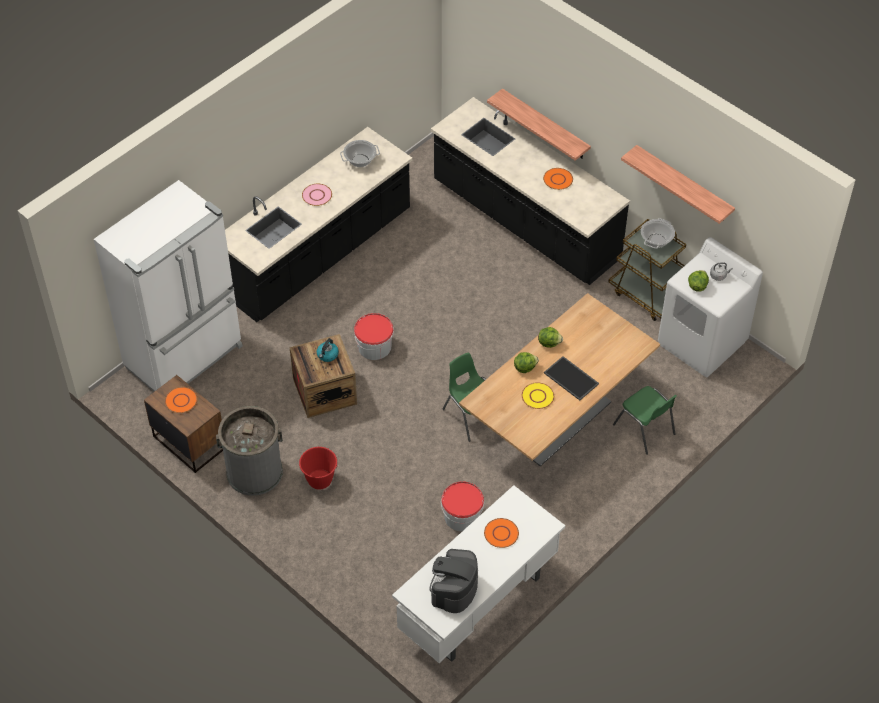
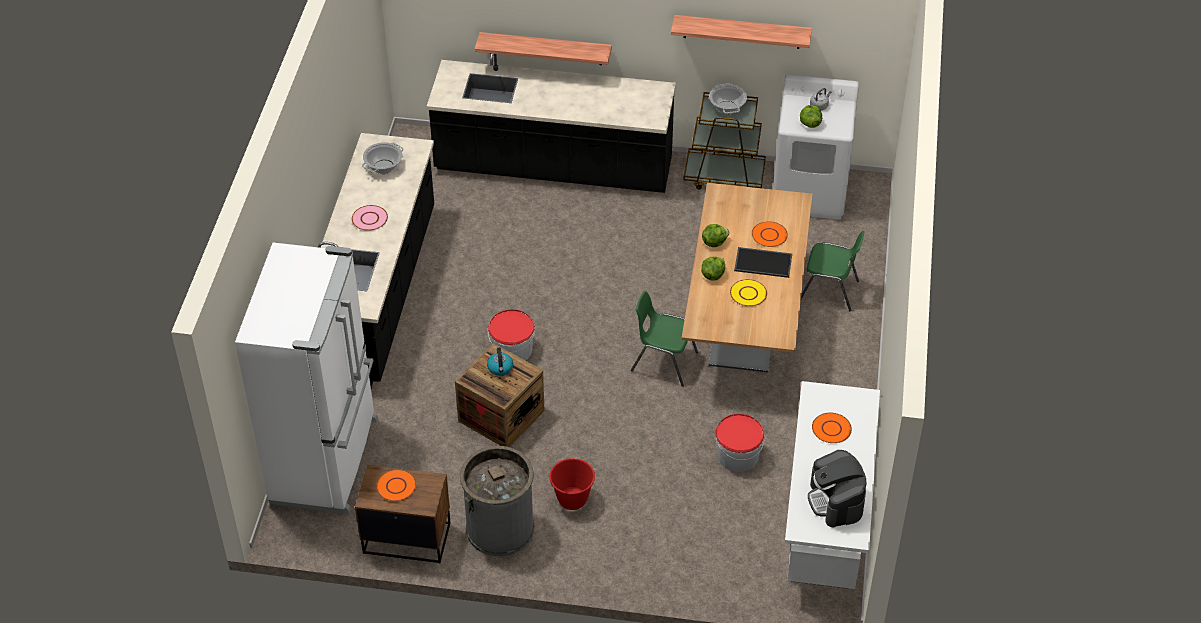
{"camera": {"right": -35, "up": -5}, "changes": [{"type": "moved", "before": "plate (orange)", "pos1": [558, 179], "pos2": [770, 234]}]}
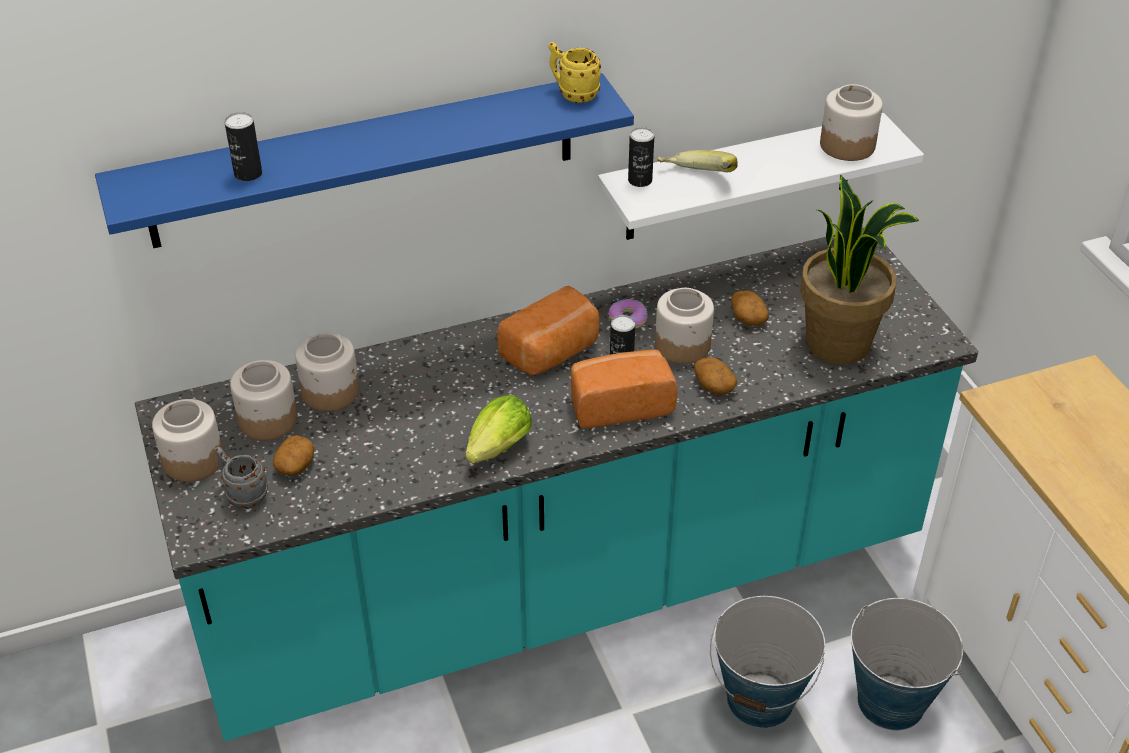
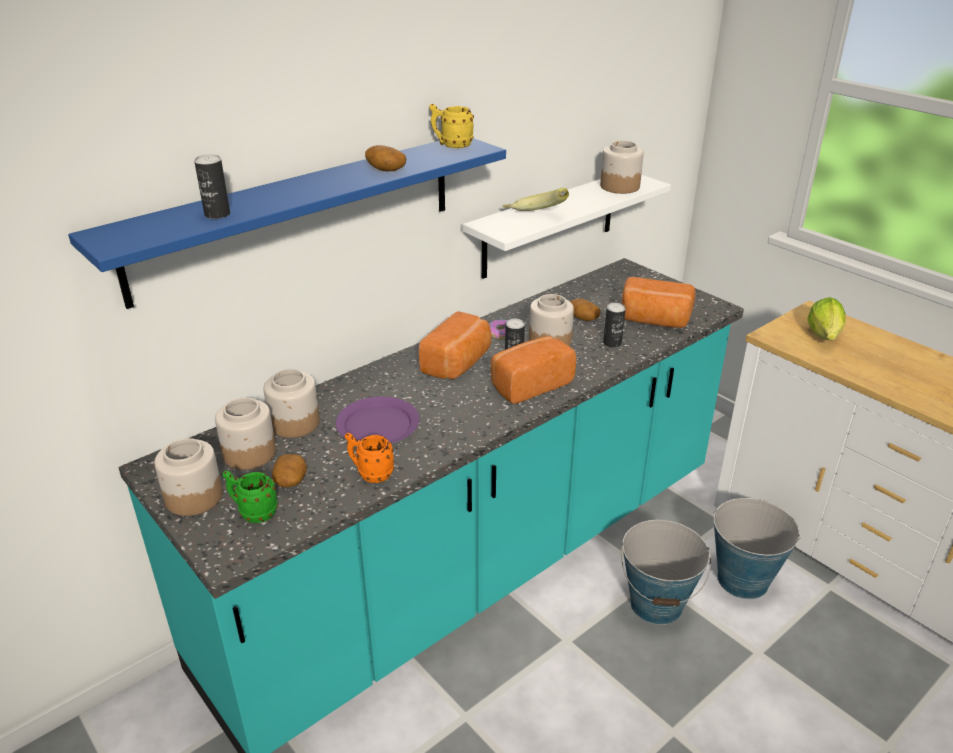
{"camera": {"right": -20, "up": -10}, "changes": [{"type": "recoloured", "before": "mug (grey)", "after": "mug (green)", "pos1": [241, 478], "pos2": [250, 497]}, {"type": "added", "after": "plate (purple)", "pos2": [378, 420]}, {"type": "added", "after": "mug (orange)", "pos2": [369, 458]}, {"type": "moved", "before": "potato", "pos1": [715, 376], "pos2": [385, 158]}, {"type": "moved", "before": "can", "pos1": [641, 157], "pos2": [614, 325]}, {"type": "replaced", "before": "potted plant", "after": "bread", "pos1": [859, 270], "pos2": [658, 302]}, {"type": "moved", "before": "lettuce", "pos1": [498, 429], "pos2": [826, 318]}]}
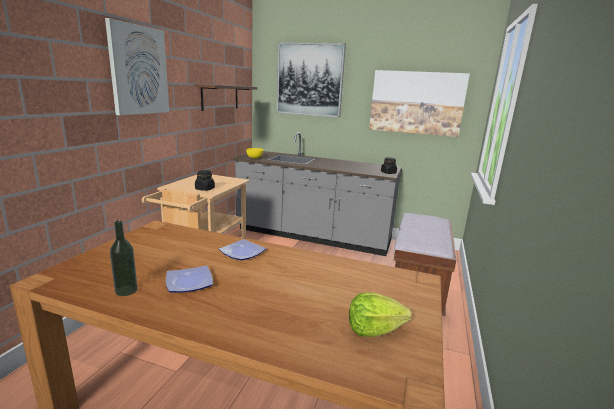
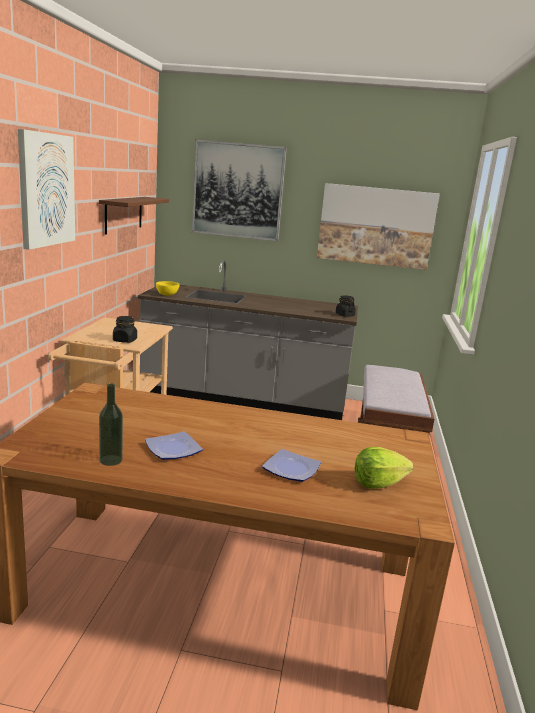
{"camera": {"right": -10, "up": 0}, "changes": [{"type": "moved", "before": "plate", "pos1": [242, 249], "pos2": [292, 465]}]}
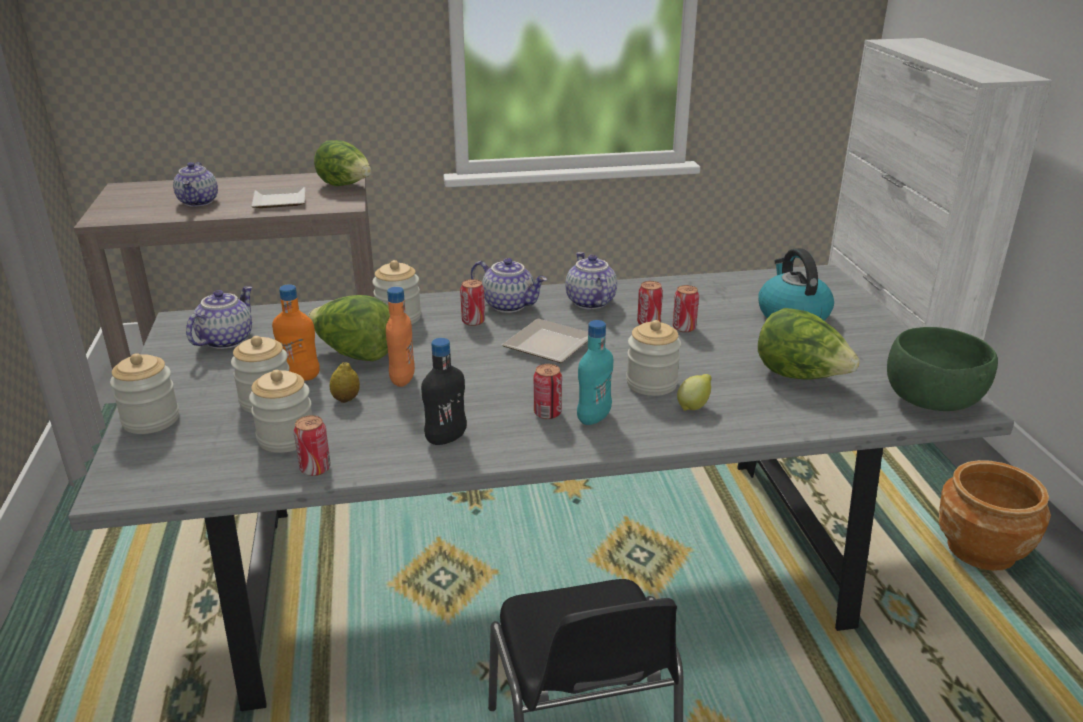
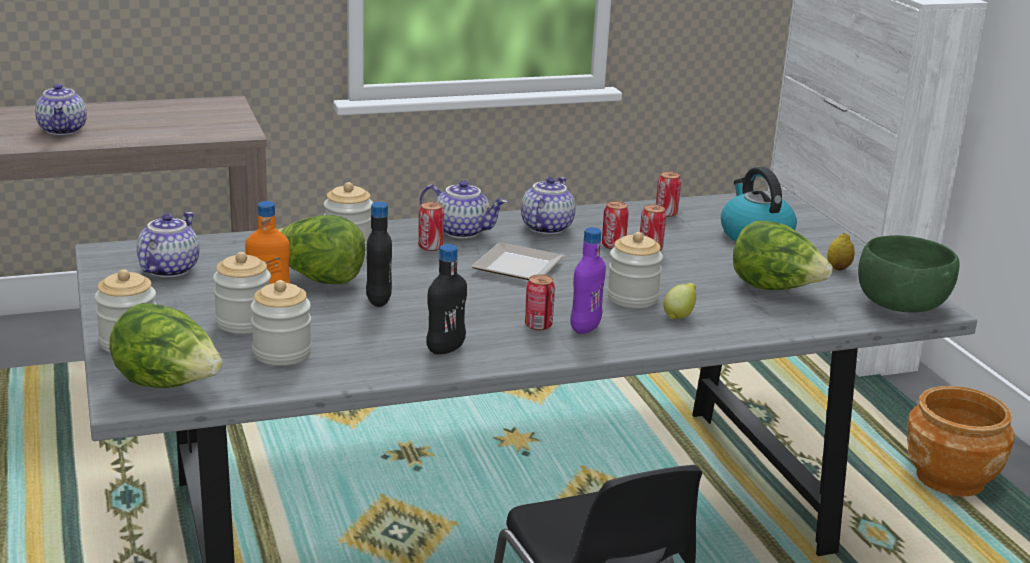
{"camera": {"right": -10, "up": -5}, "changes": [{"type": "moved", "before": "lettuce", "pos1": [343, 163], "pos2": [166, 345]}, {"type": "recoloured", "before": "bottle (orange)", "after": "bottle (black)", "pos1": [400, 337], "pos2": [379, 254]}, {"type": "turned", "before": "teapot", "pos1": [591, 280], "pos2": [548, 205], "turn": 45}, {"type": "recoloured", "before": "bottle (turquoise)", "after": "bottle (purple)", "pos1": [595, 372], "pos2": [588, 280]}, {"type": "moved", "before": "can", "pos1": [312, 445], "pos2": [668, 194]}, {"type": "moved", "before": "lemon", "pos1": [345, 382], "pos2": [841, 252]}, {"type": "removed", "before": "plate", "pos1": [278, 197]}]}
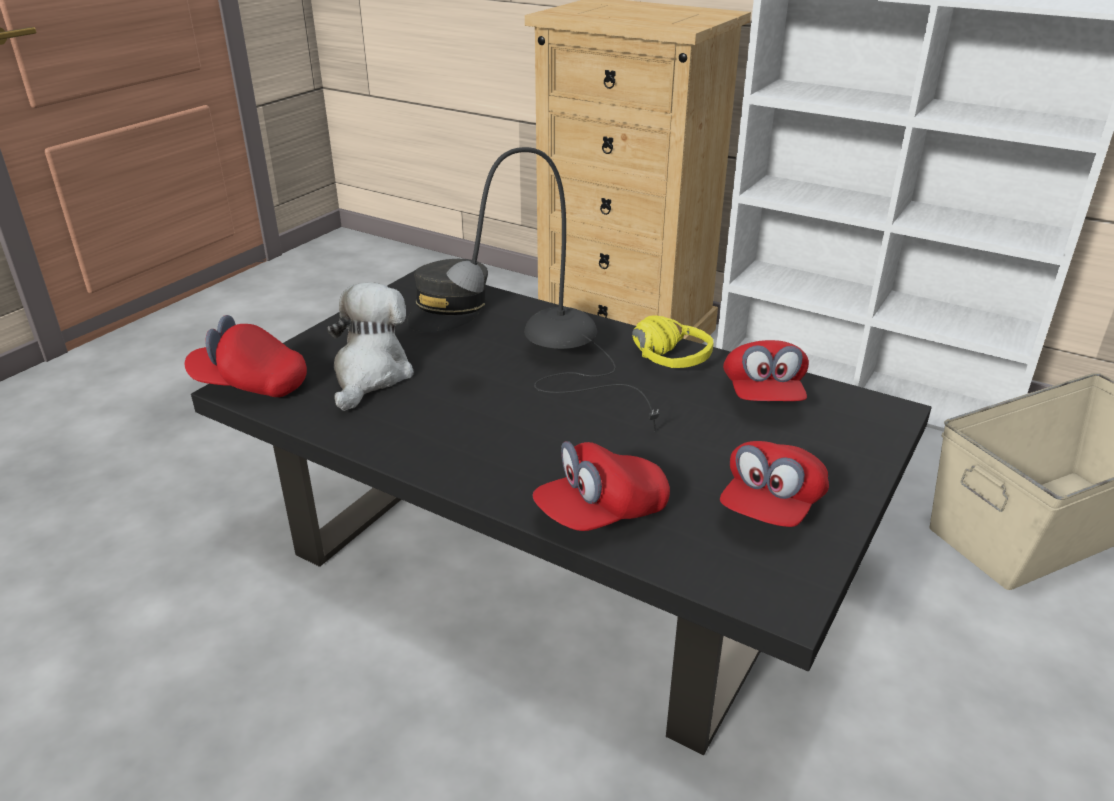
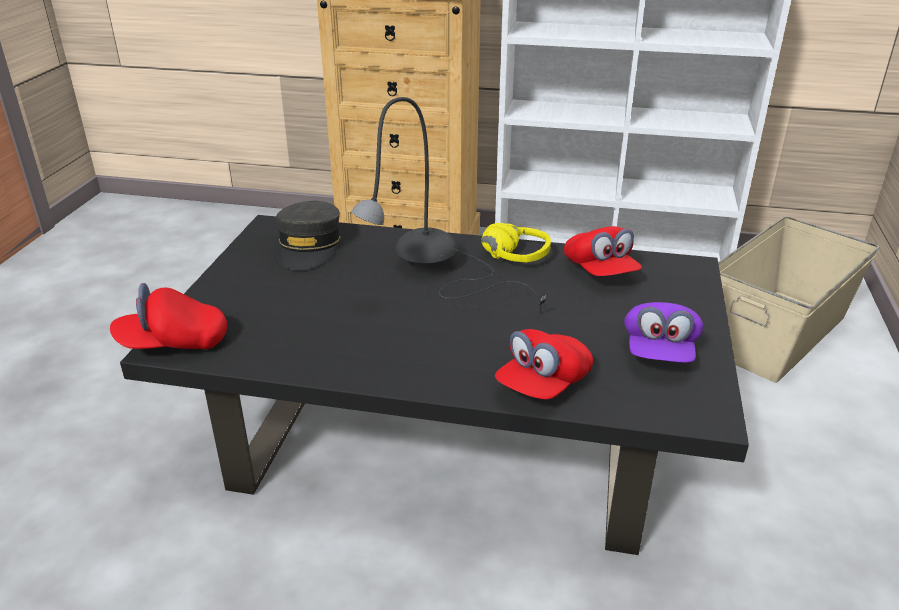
{"camera": {"right": -20, "up": 0}, "changes": [{"type": "recoloured", "before": "cap (red)", "after": "cap (purple)", "pos1": [774, 484], "pos2": [663, 332]}, {"type": "removed", "before": "plush toy", "pos1": [370, 346]}]}
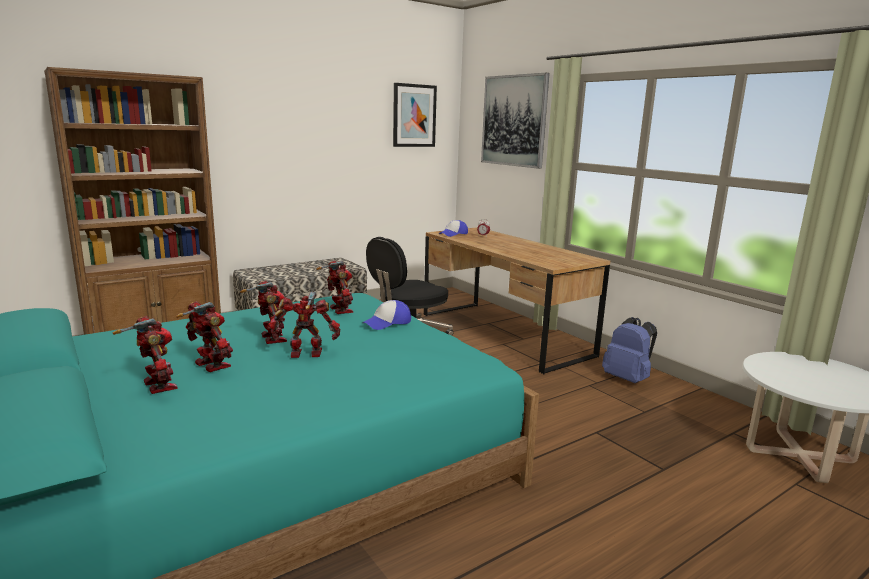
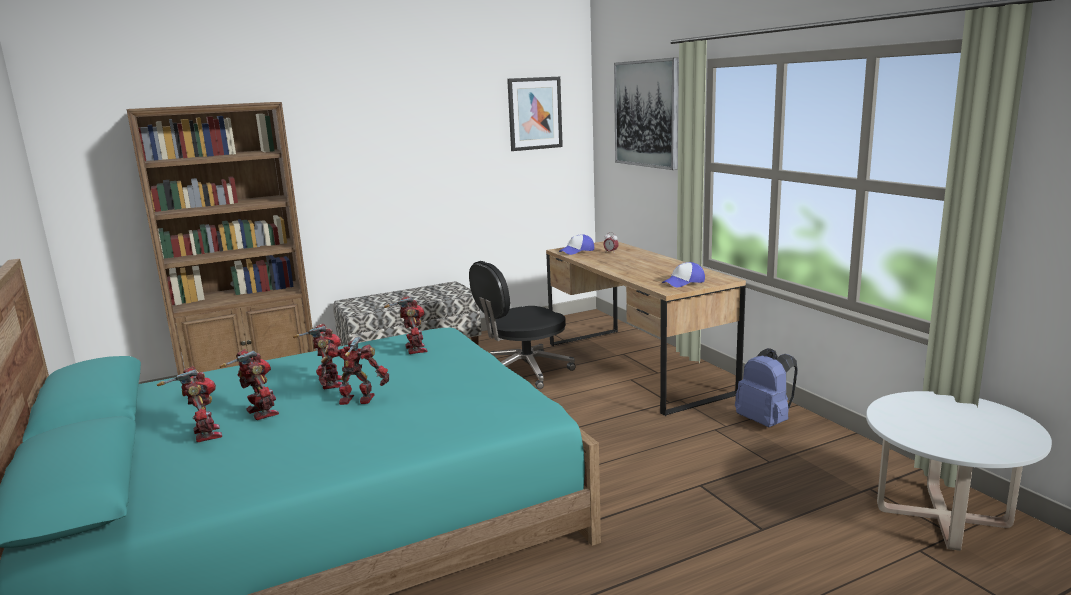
{"camera": {"right": 10, "up": 0}, "changes": [{"type": "moved", "before": "cap", "pos1": [386, 315], "pos2": [683, 274]}]}
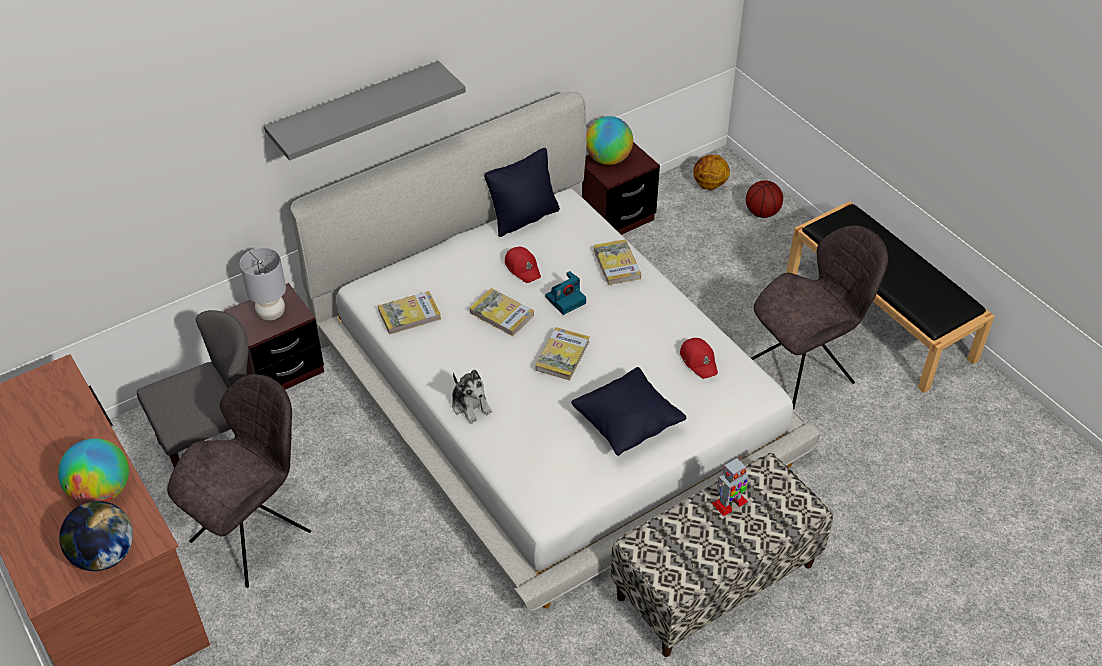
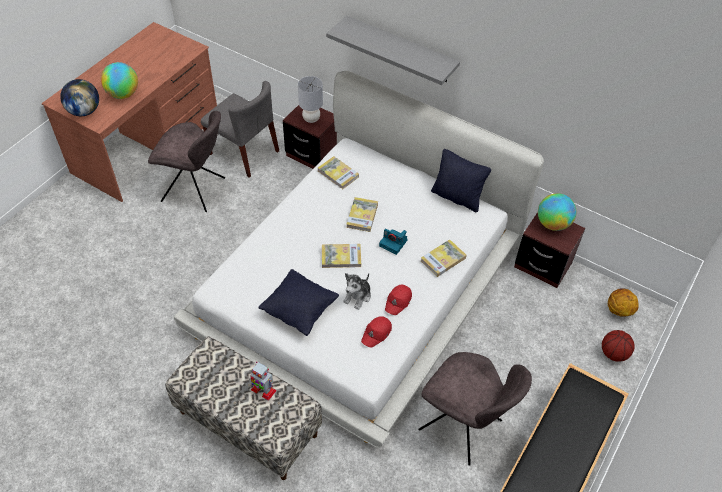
{"camera": {"right": 65, "up": 5}, "changes": [{"type": "moved", "before": "plush toy", "pos1": [472, 396], "pos2": [357, 291]}, {"type": "moved", "before": "cap (red)", "pos1": [523, 265], "pos2": [398, 300]}]}
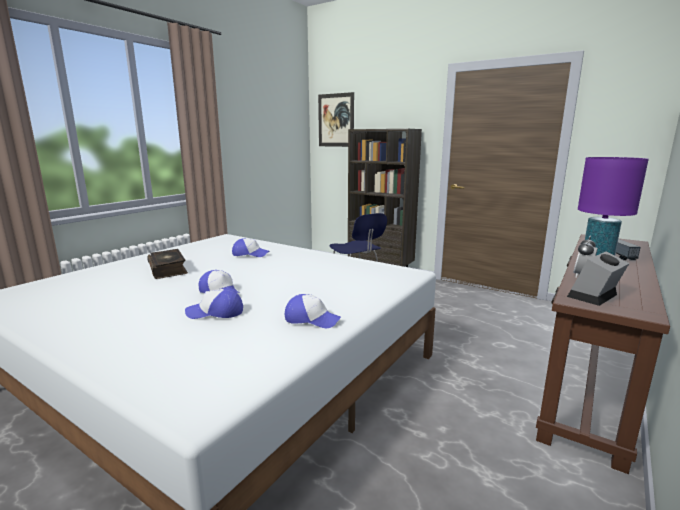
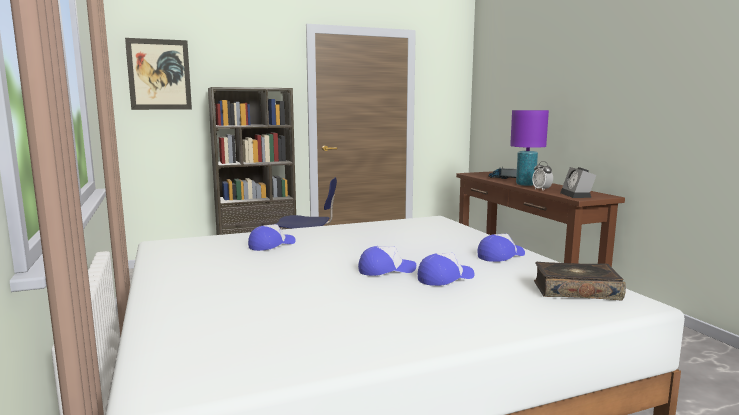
{"camera": {"right": -55, "up": -5}, "changes": [{"type": "turned", "before": "cap", "pos1": [214, 304], "pos2": [446, 269], "turn": -150}, {"type": "moved", "before": "book", "pos1": [167, 264], "pos2": [580, 281]}]}
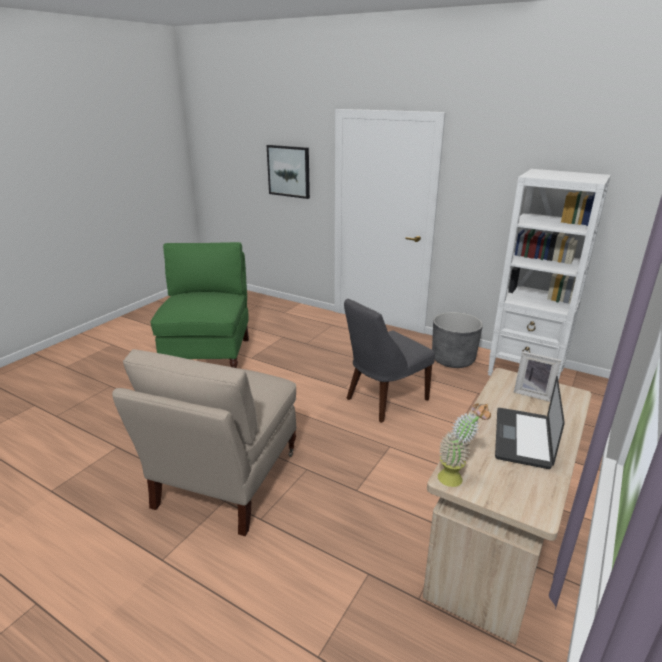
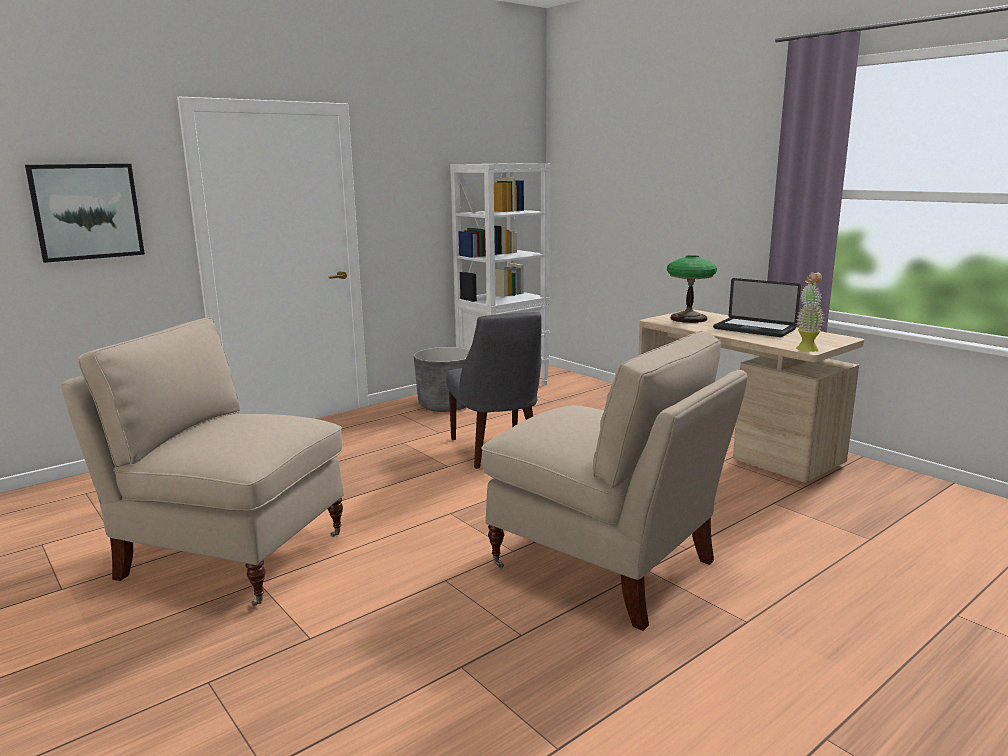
{"camera": {"right": -70, "up": -10}, "changes": [{"type": "recoloured", "before": "chair (green)", "after": "chair (beige)", "pos1": [200, 305], "pos2": [202, 461]}, {"type": "replaced", "before": "picture frame", "after": "table lamp", "pos1": [537, 376], "pos2": [692, 289]}]}
